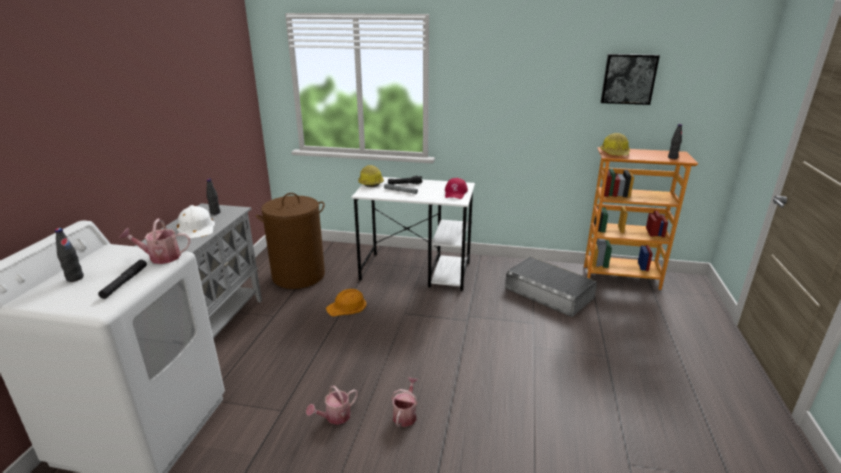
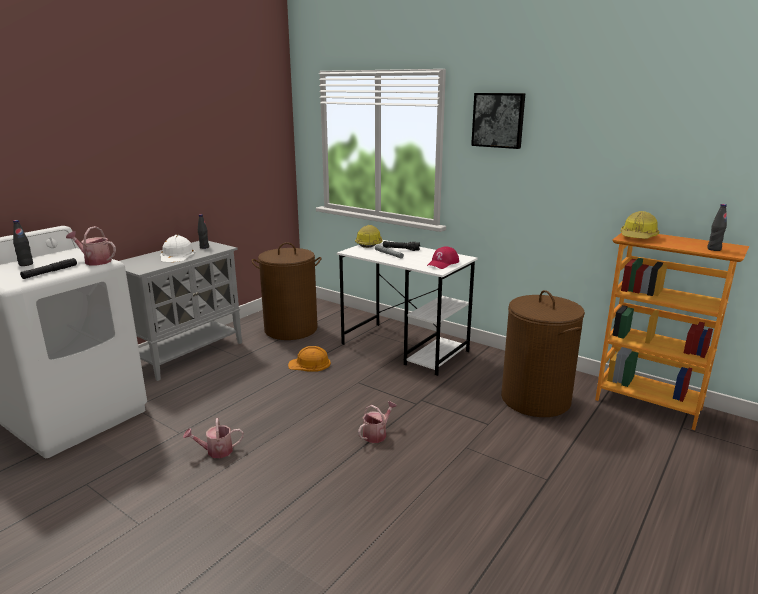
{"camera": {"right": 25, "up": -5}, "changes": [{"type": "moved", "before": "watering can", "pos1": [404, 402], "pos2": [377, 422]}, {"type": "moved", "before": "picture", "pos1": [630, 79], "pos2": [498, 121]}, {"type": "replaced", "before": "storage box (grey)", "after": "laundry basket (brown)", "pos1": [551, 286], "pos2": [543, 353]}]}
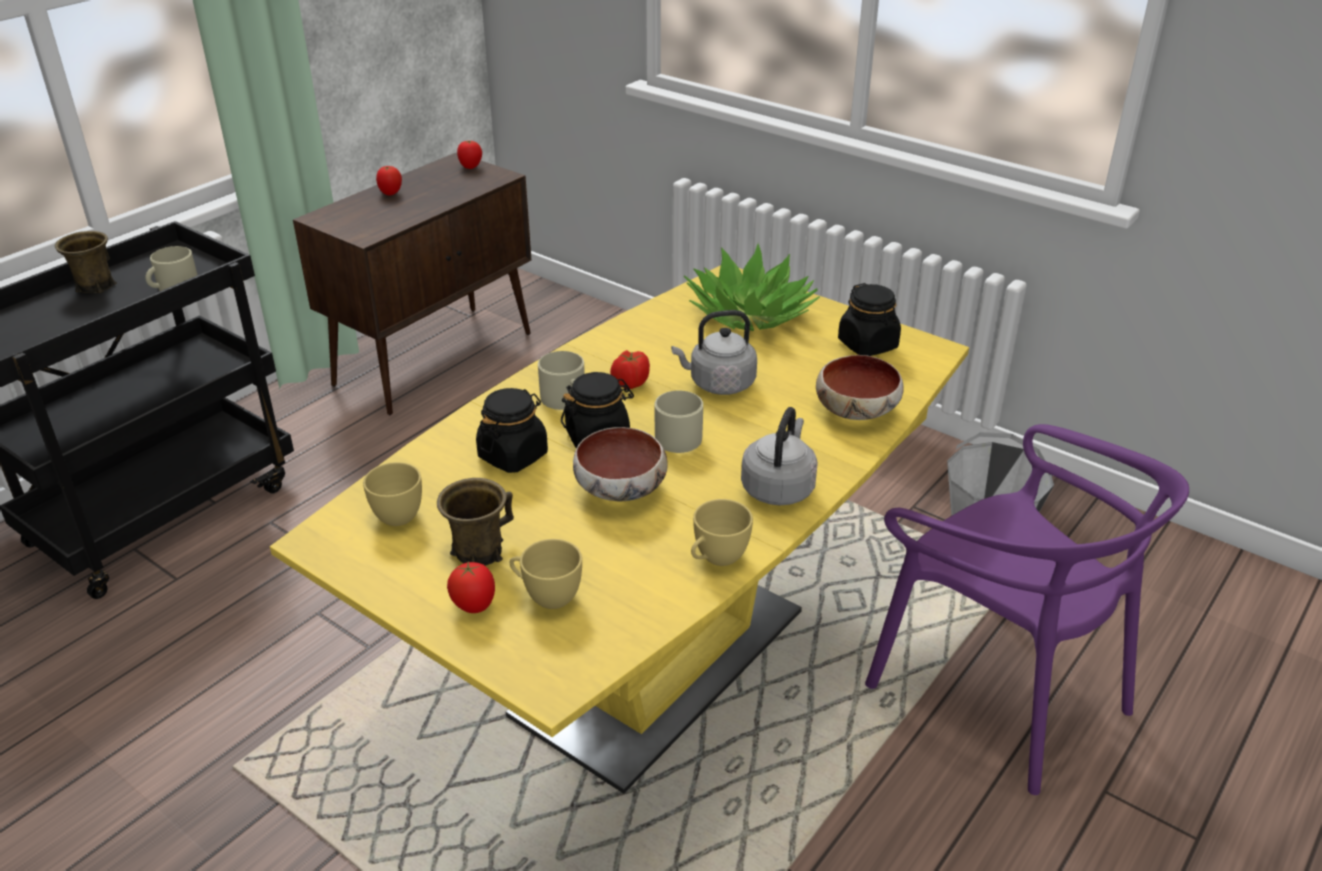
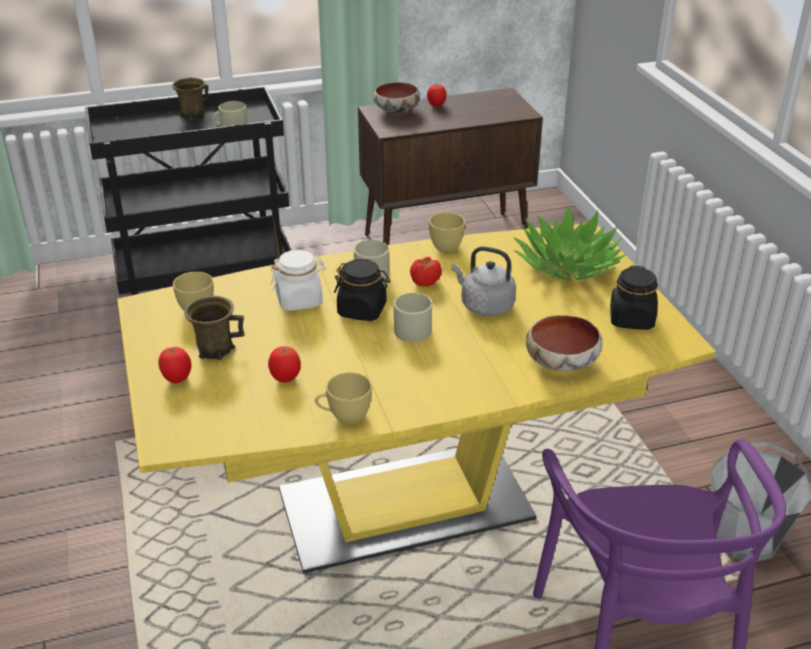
{"camera": {"right": 35, "up": 0}, "changes": [{"type": "moved", "before": "tomato", "pos1": [469, 155], "pos2": [284, 364]}, {"type": "recoloured", "before": "jar (black)", "after": "jar (white)", "pos1": [512, 430], "pos2": [298, 280]}, {"type": "moved", "before": "bowl", "pos1": [620, 464], "pos2": [397, 98]}, {"type": "moved", "before": "cup (yellow)", "pos1": [546, 574], "pos2": [447, 232]}, {"type": "removed", "before": "kettle (grey)", "pos1": [779, 456]}]}
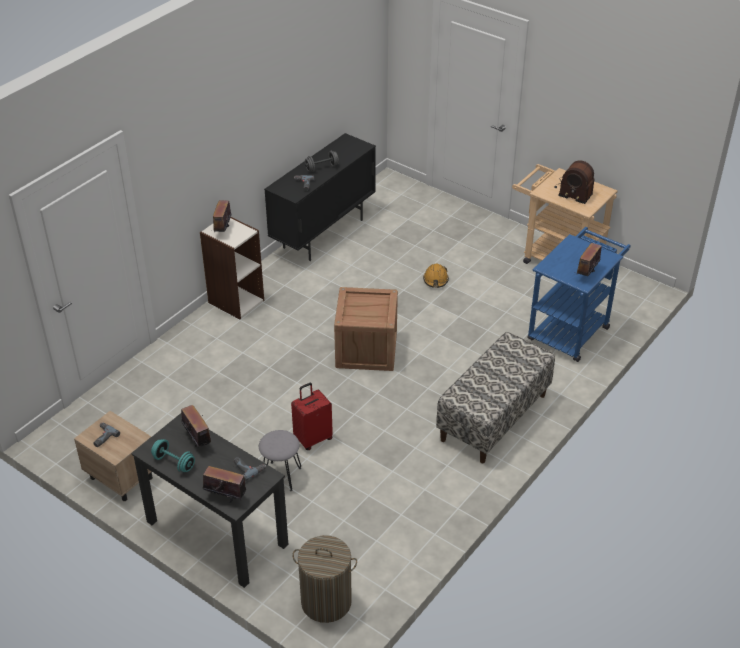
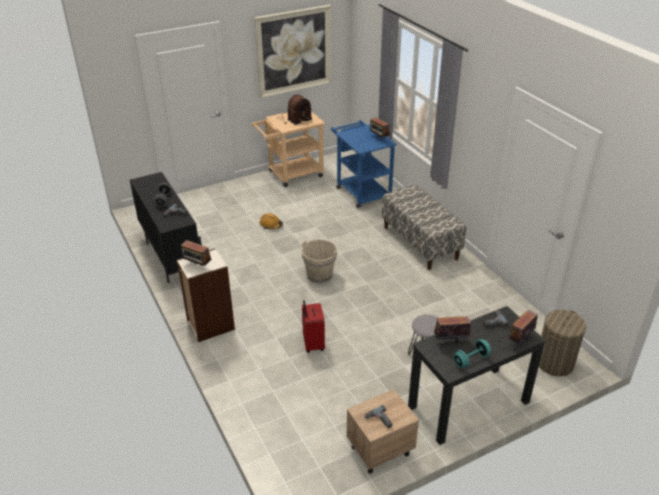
{"camera": {"right": -65, "up": -5}, "changes": [{"type": "added", "after": "picture", "pos2": [292, 51]}, {"type": "replaced", "before": "crate", "after": "bucket (beige)", "pos1": [366, 329], "pos2": [319, 261]}, {"type": "moved", "before": "suitcase (red)", "pos1": [312, 416], "pos2": [313, 326]}]}
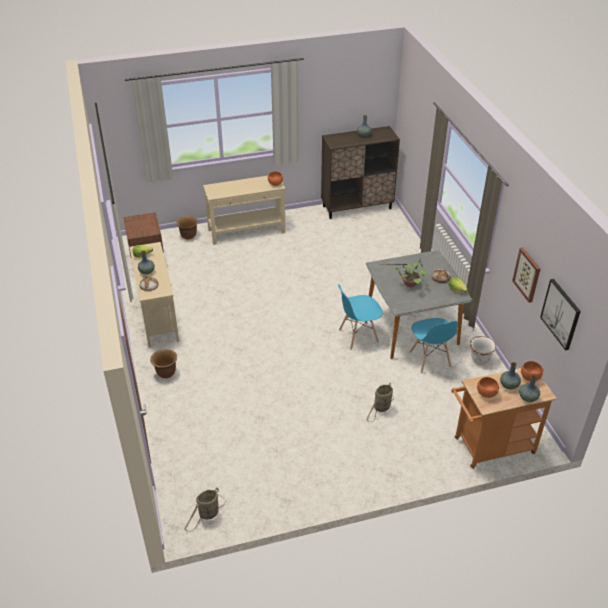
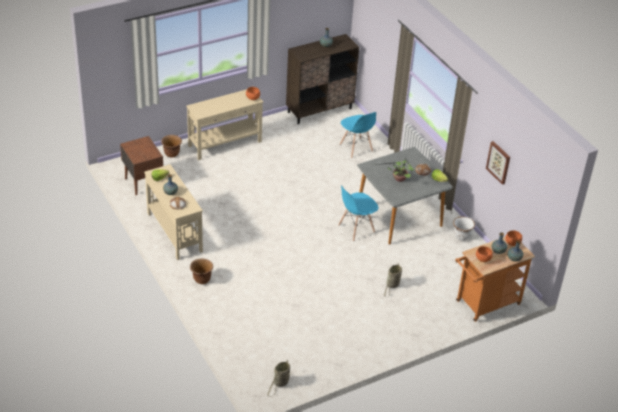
{"camera": {"right": -15, "up": 0}, "changes": [{"type": "moved", "before": "chair (blue)", "pos1": [433, 346], "pos2": [358, 135]}, {"type": "removed", "before": "picture", "pos1": [560, 314]}]}
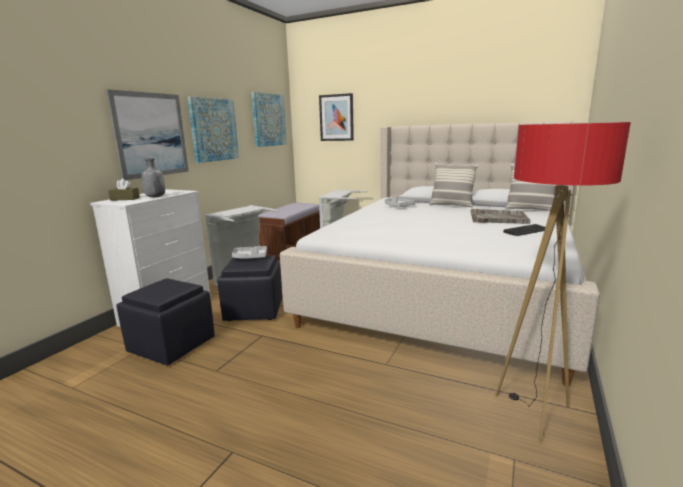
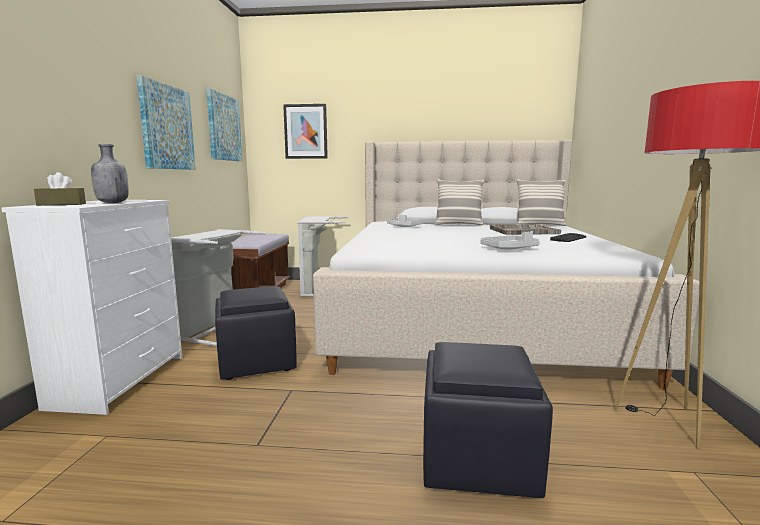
{"camera": {"right": -20, "up": -5}, "changes": [{"type": "moved", "before": "ottoman (black)", "pos1": [165, 321], "pos2": [488, 420]}, {"type": "moved", "before": "tray (grey)", "pos1": [249, 252], "pos2": [510, 240]}, {"type": "removed", "before": "picture", "pos1": [147, 134]}]}
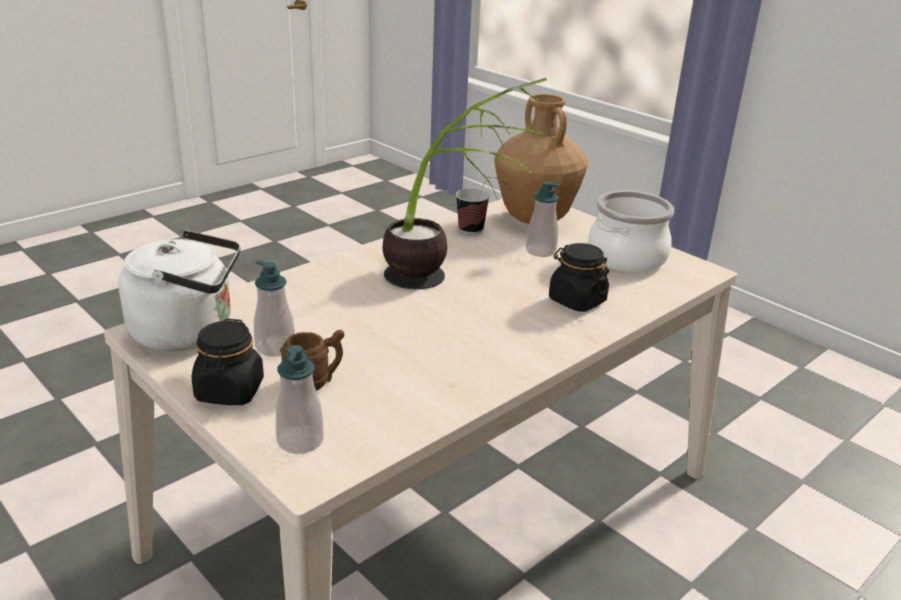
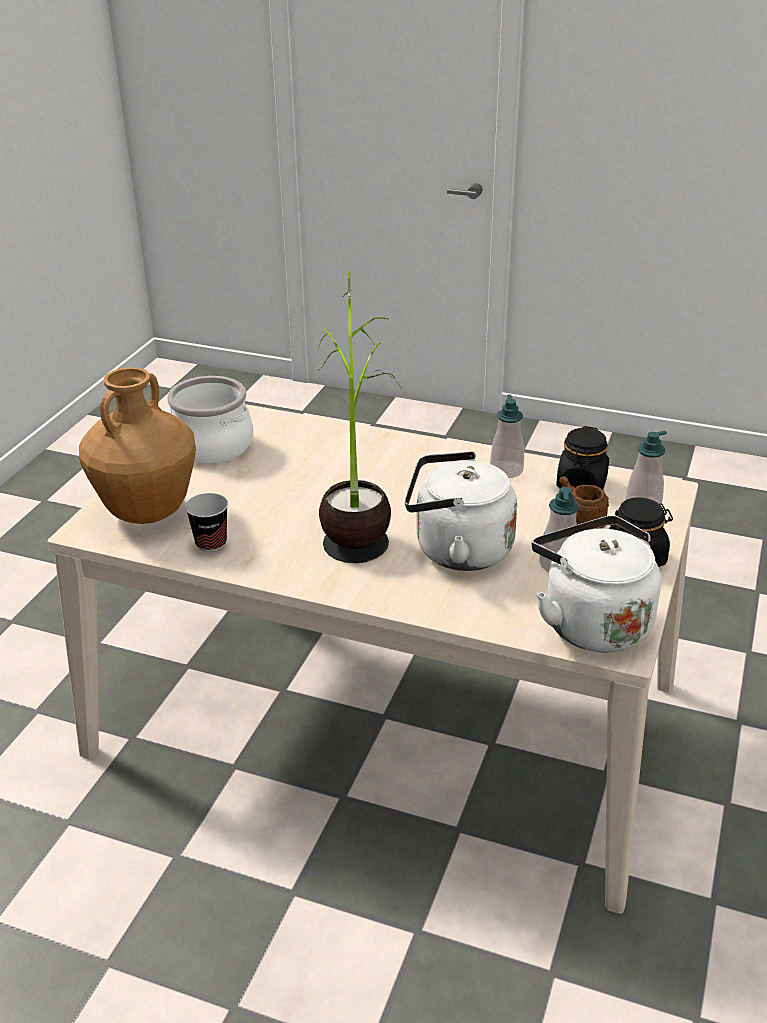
{"camera": {"right": -115, "up": 5}, "changes": [{"type": "added", "after": "kettle (white)", "pos2": [460, 511]}, {"type": "moved", "before": "soap dispenser", "pos1": [543, 219], "pos2": [507, 436]}, {"type": "moved", "before": "jar (black)", "pos1": [579, 277], "pos2": [582, 457]}]}
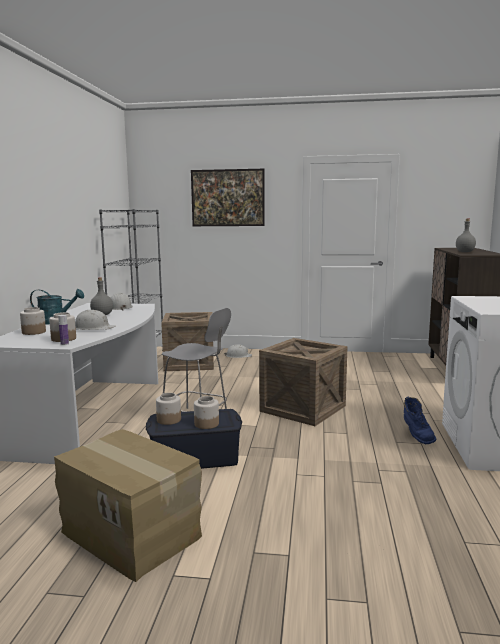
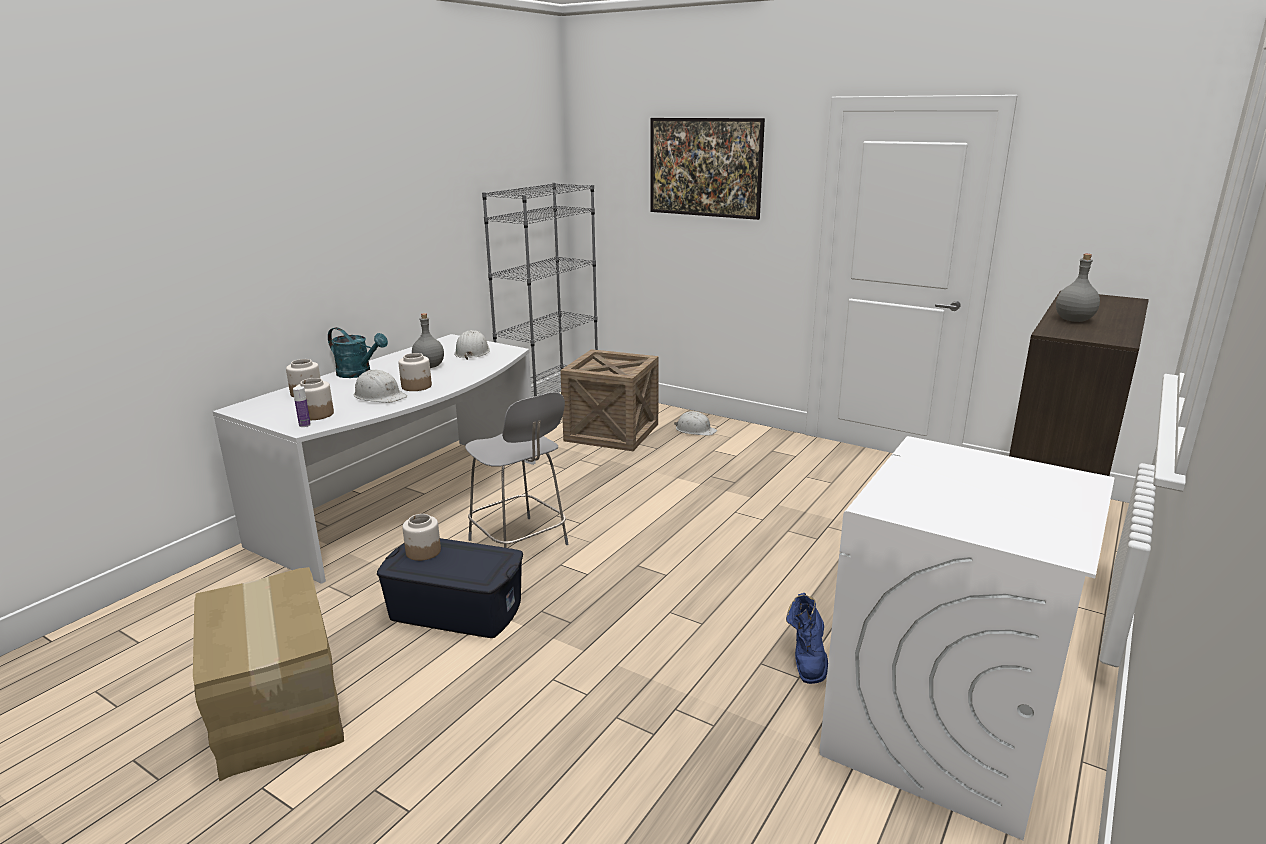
{"camera": {"right": 25, "up": 10}, "changes": [{"type": "moved", "before": "jar", "pos1": [206, 412], "pos2": [415, 372]}, {"type": "removed", "before": "crate", "pos1": [303, 382]}]}
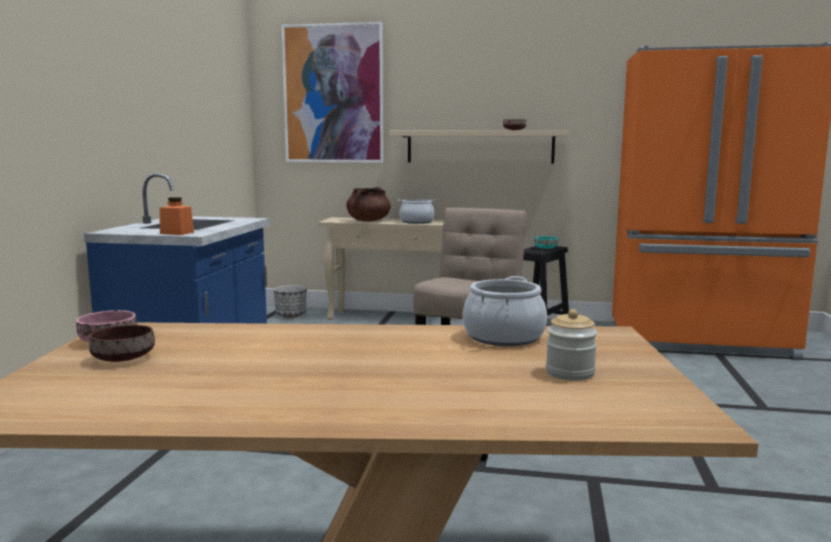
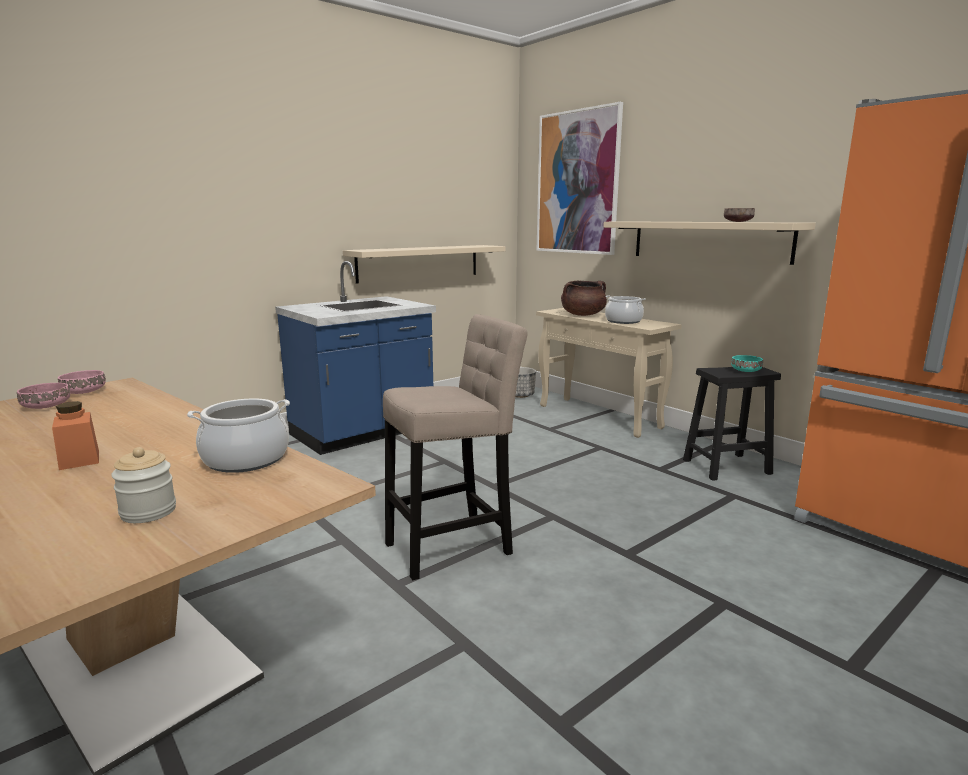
{"camera": {"right": 40, "up": 5}, "changes": [{"type": "recoloured", "before": "bowl (brown)", "after": "bowl (pink)", "pos1": [122, 343], "pos2": [43, 396]}, {"type": "moved", "before": "jar (orange)", "pos1": [177, 216], "pos2": [75, 435]}, {"type": "added", "after": "shelf (beige)", "pos2": [424, 264]}]}
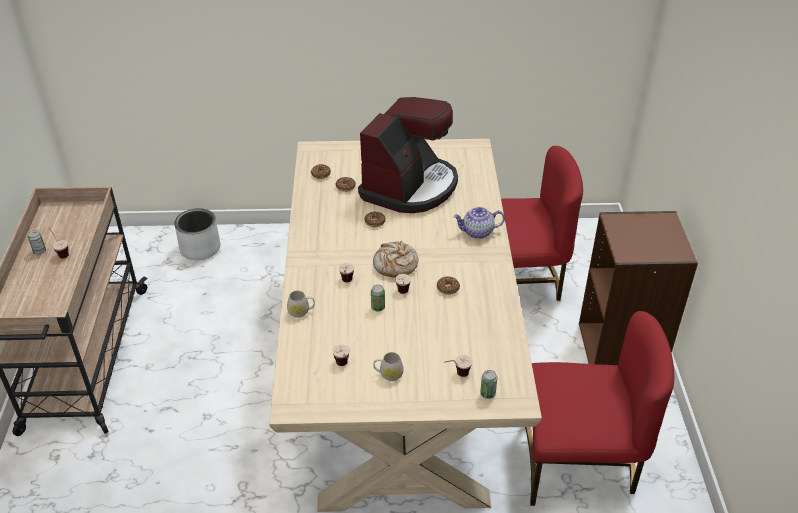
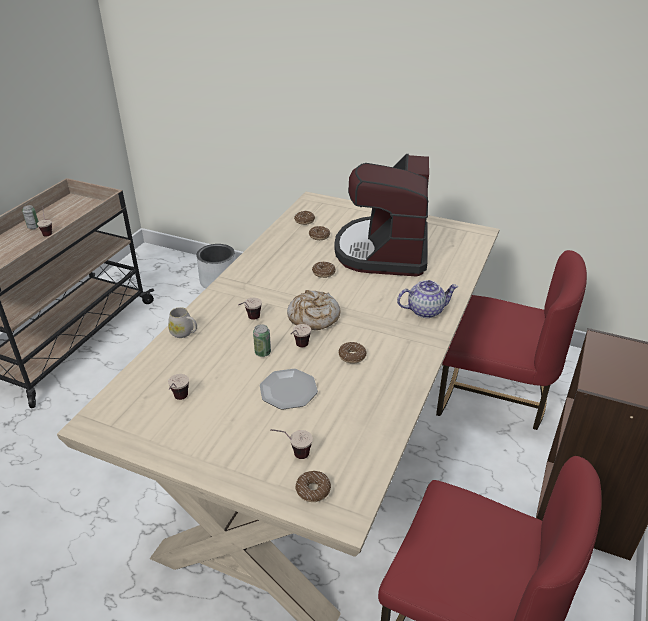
{"camera": {"right": 25, "up": -5}, "changes": [{"type": "added", "after": "plate", "pos2": [289, 389]}, {"type": "replaced", "before": "can", "after": "donut", "pos1": [488, 384], "pos2": [313, 486]}, {"type": "turned", "before": "coffee machine", "pos1": [408, 155], "pos2": [381, 215], "turn": 135}, {"type": "turned", "before": "teapot", "pos1": [479, 223], "pos2": [427, 299], "turn": 150}, {"type": "removed", "before": "mug (white)", "pos1": [388, 366]}]}
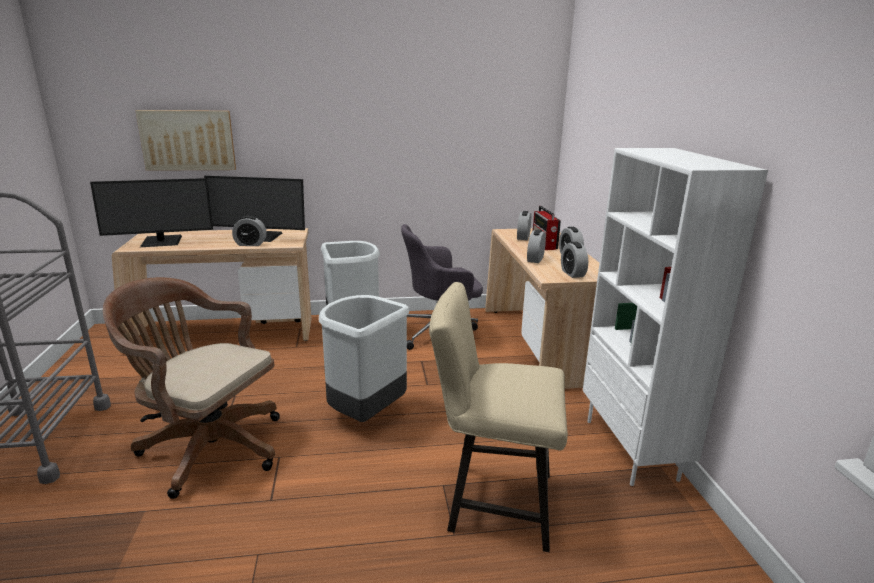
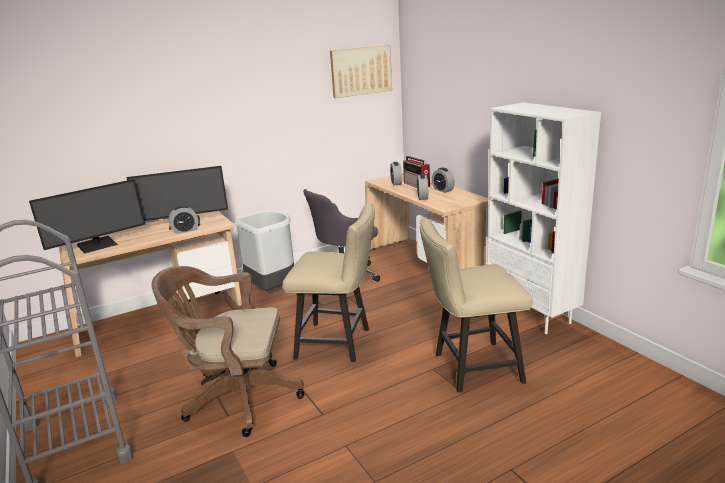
{"camera": {"right": -20, "up": 0}, "changes": [{"type": "replaced", "before": "trash can (grey)", "after": "chair (beige)", "pos1": [364, 358], "pos2": [329, 282]}, {"type": "moved", "before": "picture", "pos1": [185, 140], "pos2": [361, 71]}, {"type": "removed", "before": "alarm clock", "pos1": [574, 260]}]}
